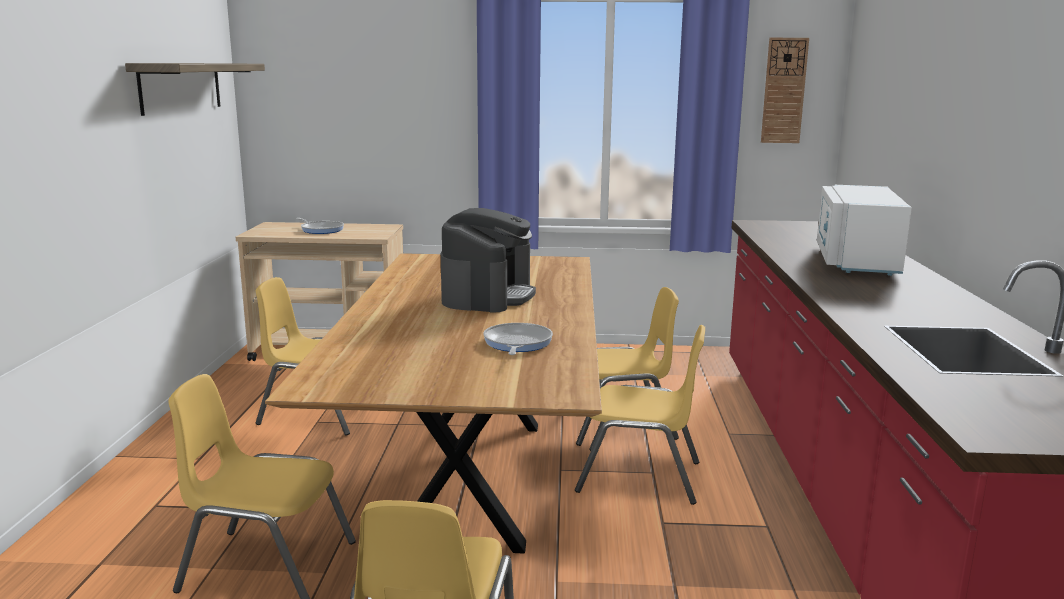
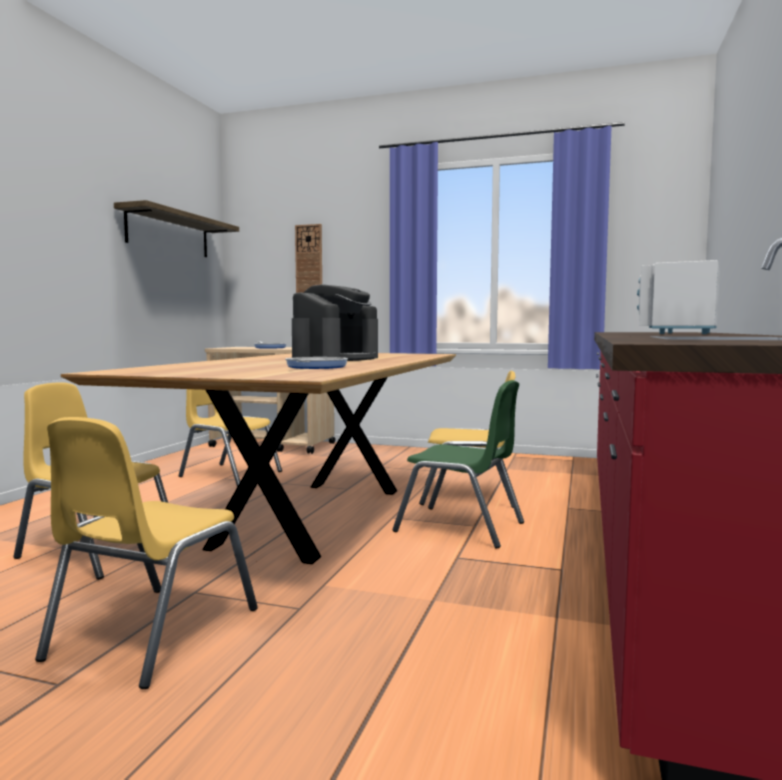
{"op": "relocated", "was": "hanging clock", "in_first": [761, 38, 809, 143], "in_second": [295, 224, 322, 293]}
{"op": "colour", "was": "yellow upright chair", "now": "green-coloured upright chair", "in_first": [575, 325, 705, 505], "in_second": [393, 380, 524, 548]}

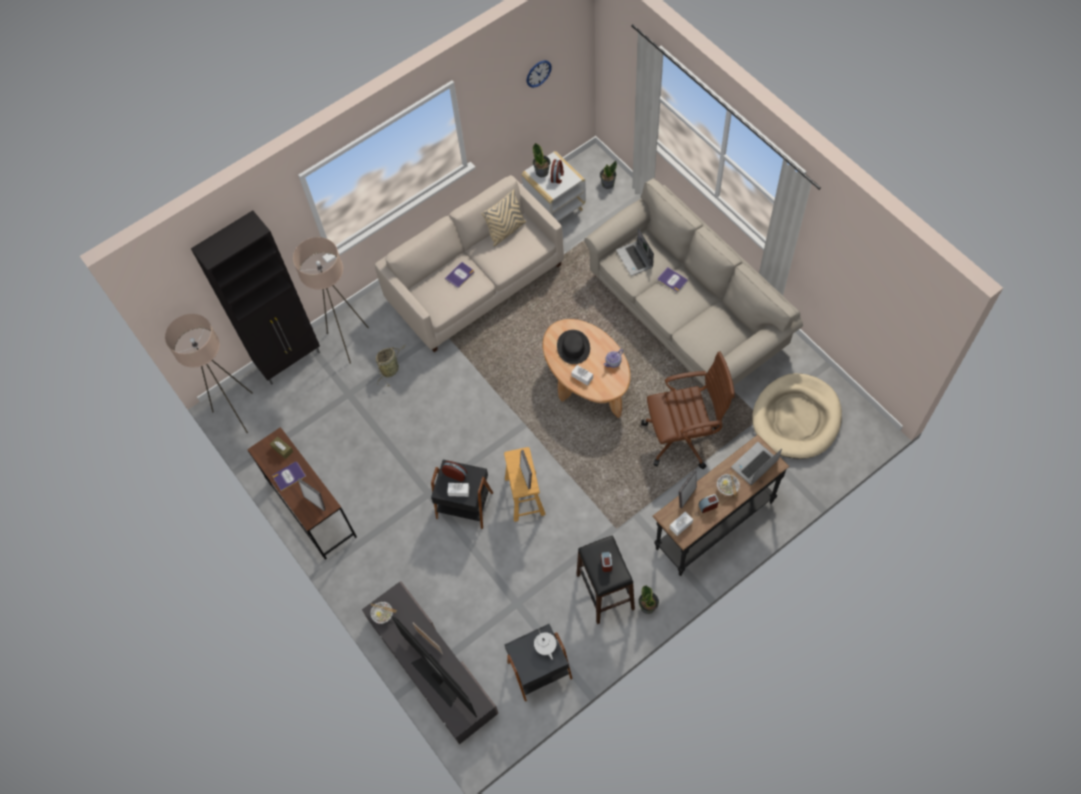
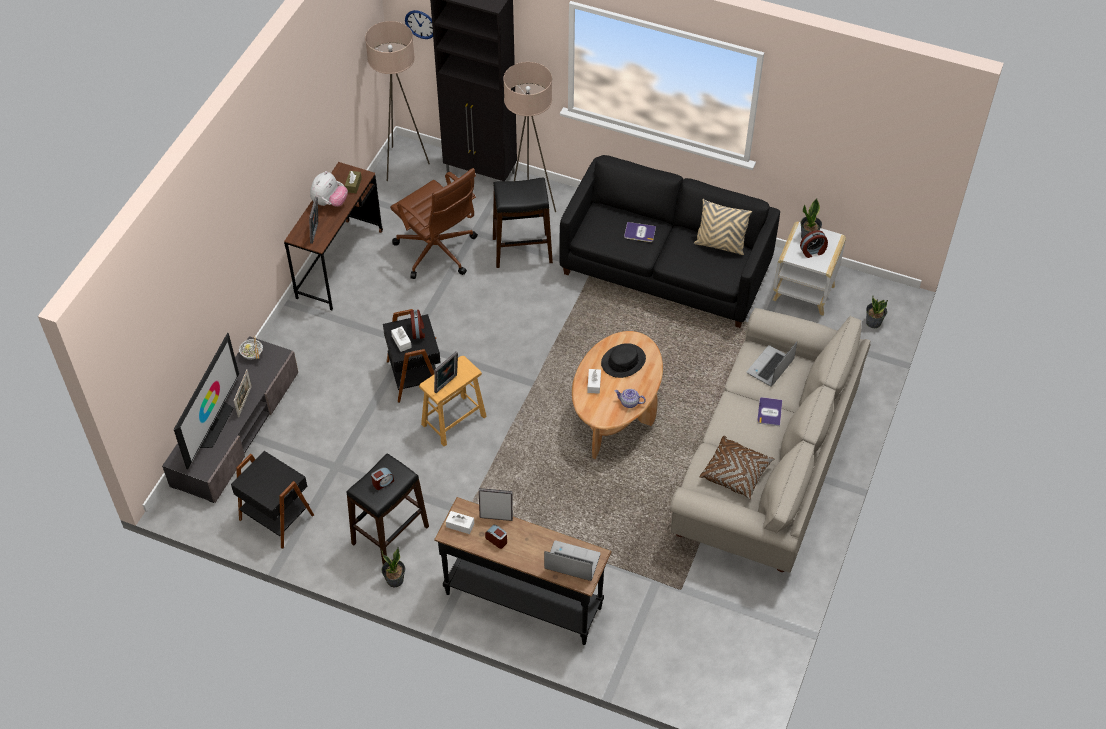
{"op": "exchanged", "was": "bound book", "now": "soft toy", "in_first": [273, 462, 306, 491], "in_second": [310, 171, 348, 207]}
{"op": "relocated", "was": "brown desk chair", "in_first": [641, 351, 735, 469], "in_second": [390, 168, 478, 279]}
{"op": "relocated", "was": "hanging clock", "in_first": [527, 60, 552, 88], "in_second": [405, 10, 433, 39]}
{"op": "exchanged", "was": "household basket", "now": "black stool", "in_first": [376, 345, 406, 386], "in_second": [493, 178, 553, 268]}
{"op": "colour", "was": "beige-coloured settee", "now": "black settee", "in_first": [375, 175, 564, 352], "in_second": [559, 155, 780, 328]}
{"op": "appeared", "now": "brown throw pillow", "in_second": [700, 435, 774, 499]}
{"op": "missing", "was": "white tea pot", "in_first": [534, 629, 557, 660]}
{"op": "missing", "was": "serving bowl", "in_first": [717, 471, 740, 497]}
{"op": "missing", "was": "beige-coloured dog bed", "in_first": [752, 373, 842, 459]}

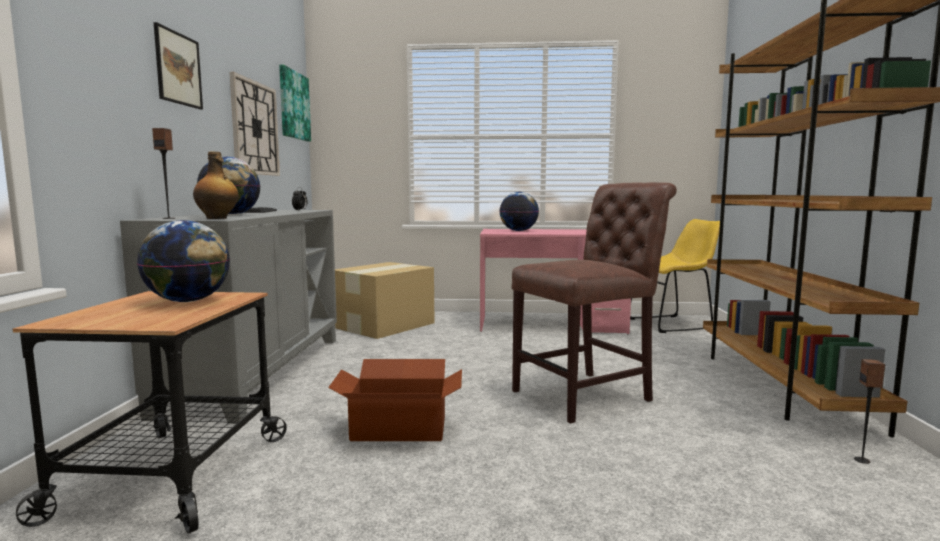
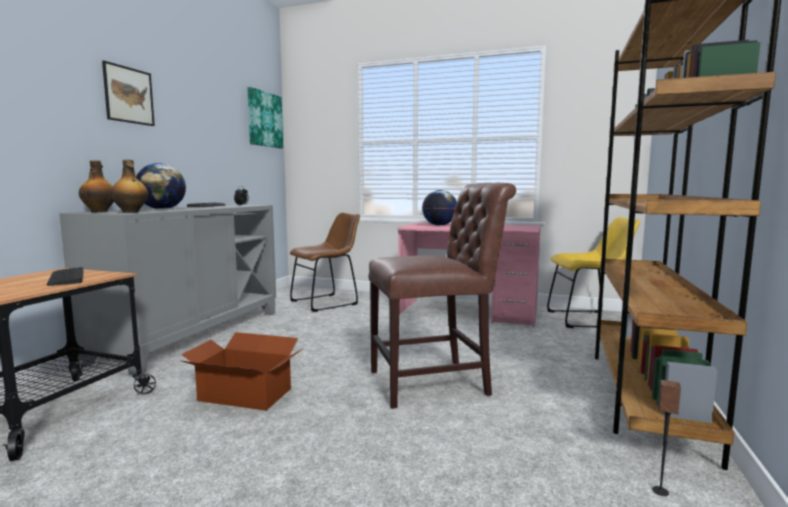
{"op": "exchanged", "was": "globe", "now": "keyboard", "in_first": [137, 220, 230, 302], "in_second": [47, 267, 83, 286]}
{"op": "exchanged", "was": "loudspeaker", "now": "bottle", "in_first": [152, 128, 175, 219], "in_second": [79, 160, 114, 212]}
{"op": "exchanged", "was": "carton", "now": "brown upright chair", "in_first": [335, 262, 434, 339], "in_second": [290, 213, 360, 312]}
{"op": "missing", "was": "hanging clock", "in_first": [230, 72, 280, 176]}

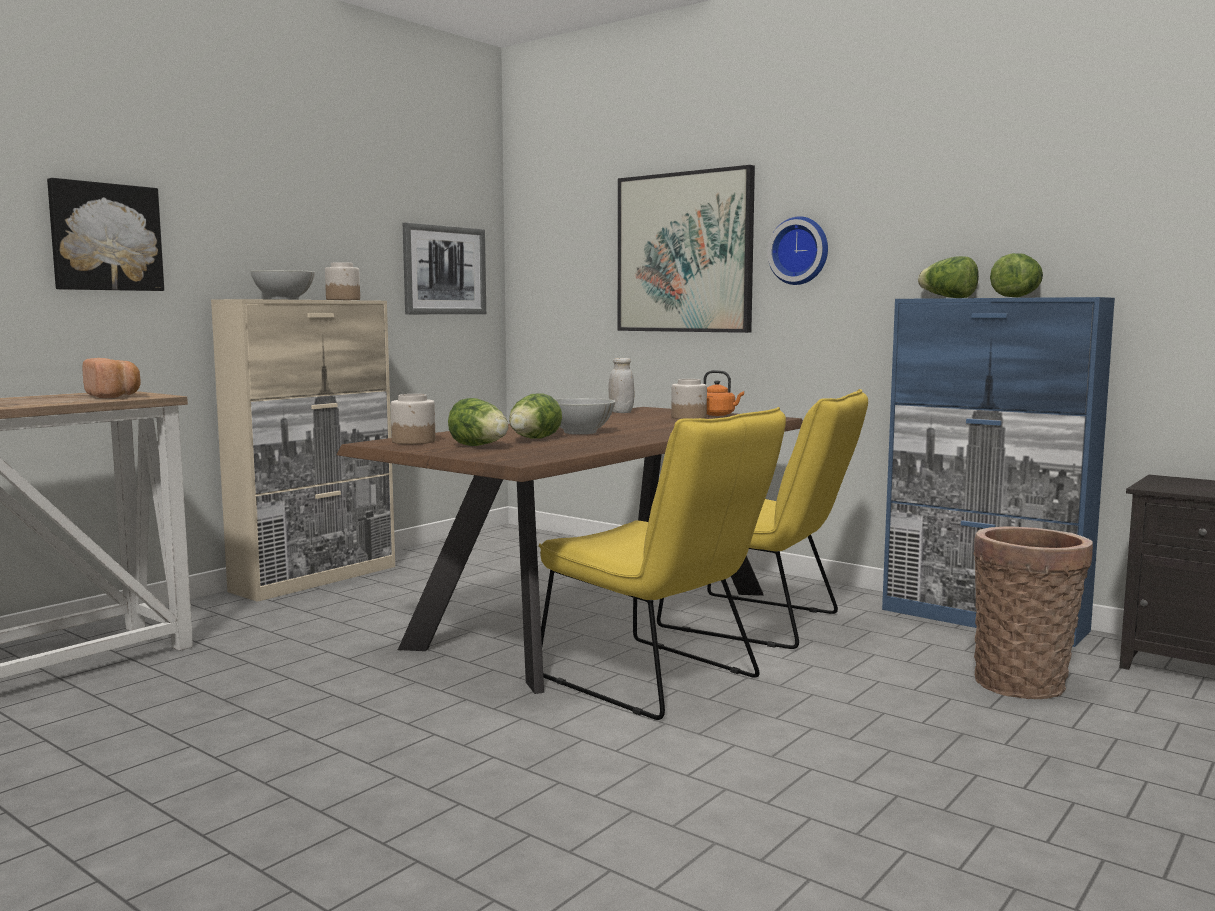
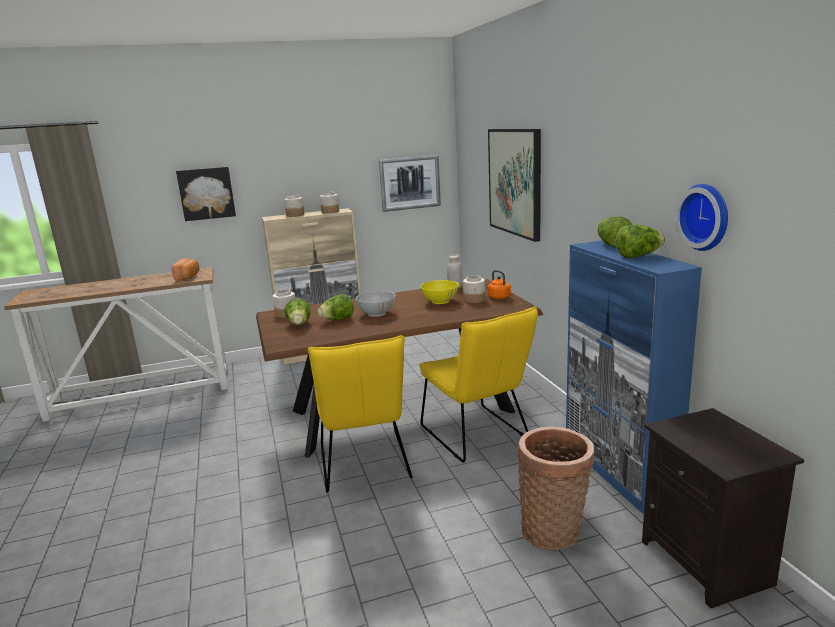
{"op": "exchanged", "was": "white serving bowl", "now": "preserve jar", "in_first": [251, 270, 315, 300], "in_second": [284, 195, 304, 217]}
{"op": "appeared", "now": "yellow serving bowl", "in_second": [420, 280, 459, 304]}
{"op": "relocated", "was": "hanging clock", "in_first": [767, 216, 828, 285], "in_second": [675, 184, 728, 251]}

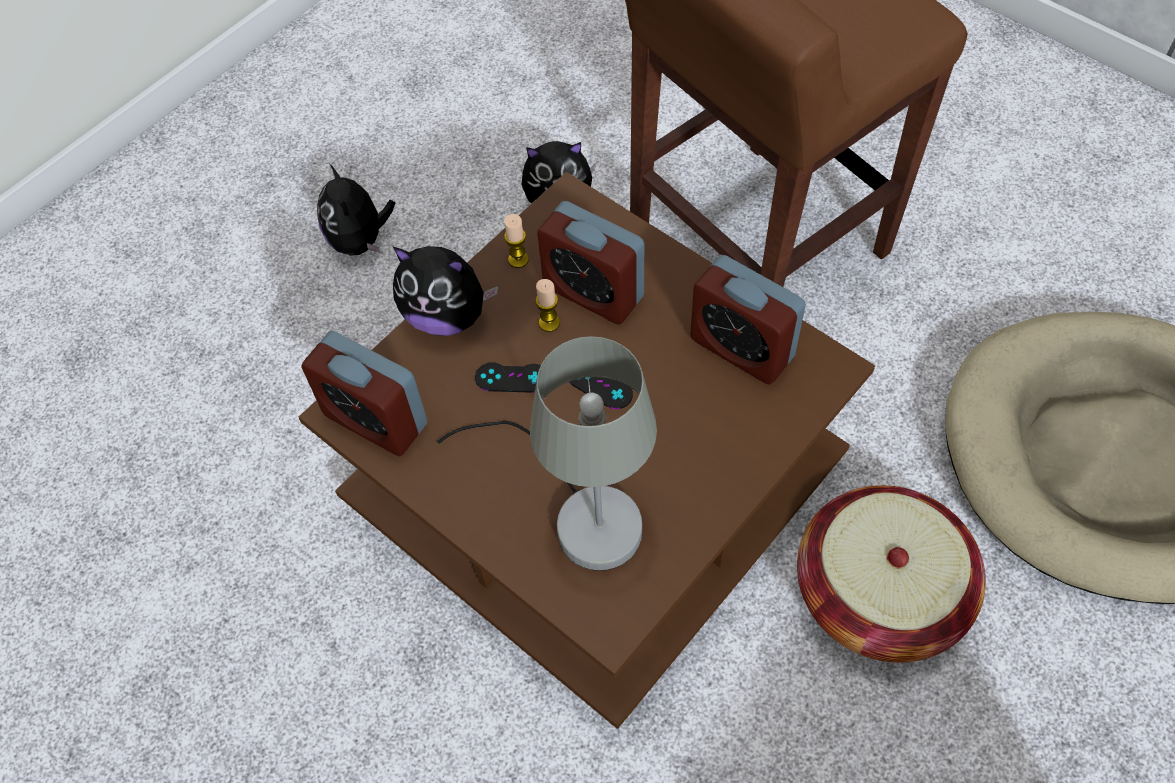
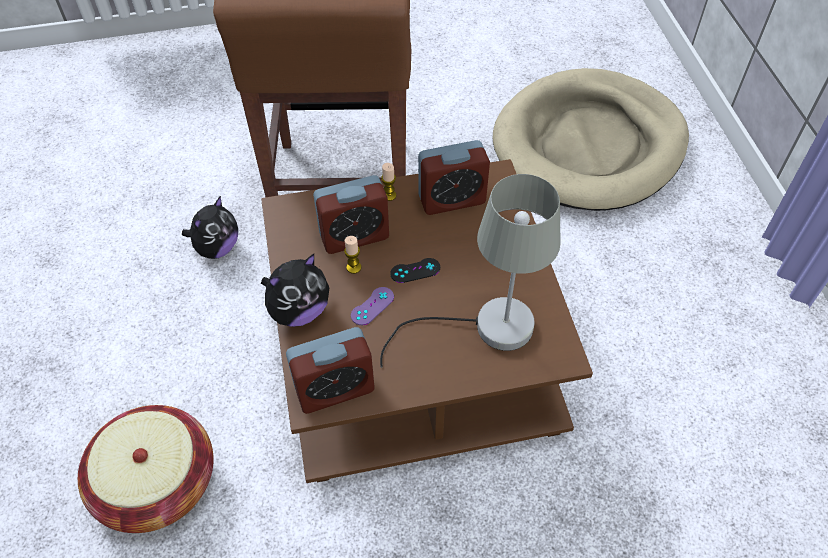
{"op": "relocated", "was": "household basket", "in_first": [797, 485, 986, 662], "in_second": [78, 405, 214, 533]}
{"op": "colour", "was": "black game controller", "now": "purplish game controller", "in_first": [475, 362, 541, 393], "in_second": [351, 287, 394, 325]}
{"op": "relocated", "was": "wax candle", "in_first": [504, 214, 529, 268], "in_second": [381, 163, 396, 201]}
{"op": "missing", "was": "soft toy", "in_first": [317, 164, 395, 256]}

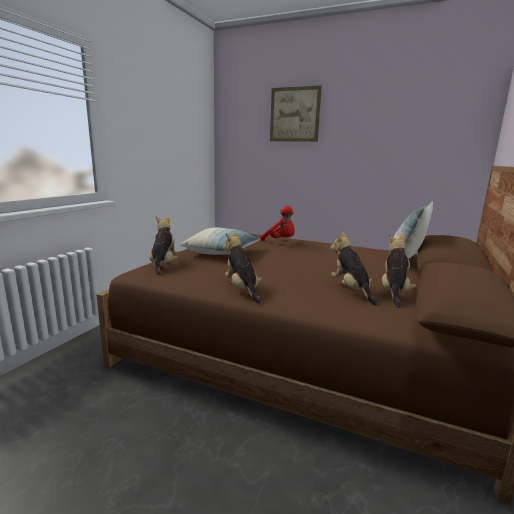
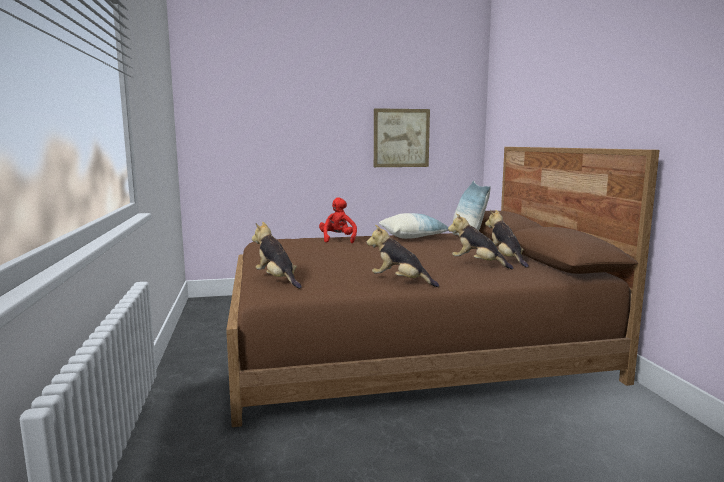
{"op": "spun", "was": "red soft toy", "in_first": [260, 206, 295, 241], "in_second": [319, 197, 357, 243], "clockwise": -90}
{"op": "relocated", "was": "picture", "in_first": [270, 85, 322, 142], "in_second": [374, 108, 430, 167]}
{"op": "relocated", "was": "throw pillow", "in_first": [180, 227, 261, 255], "in_second": [379, 213, 448, 239]}

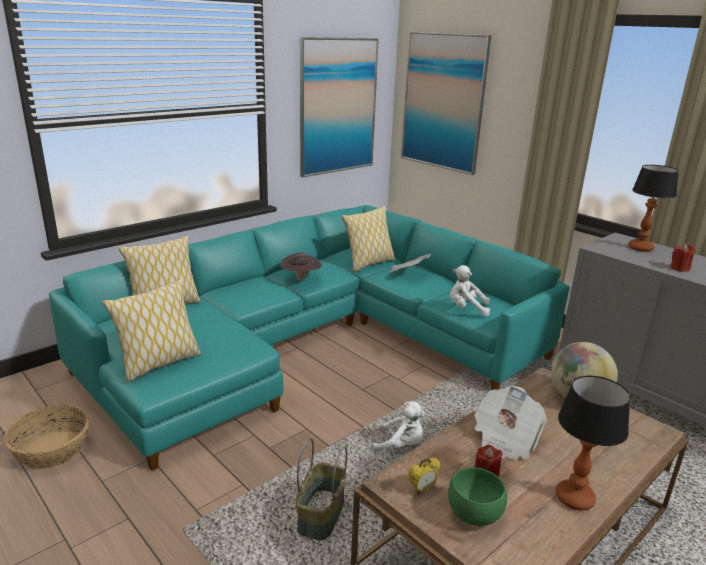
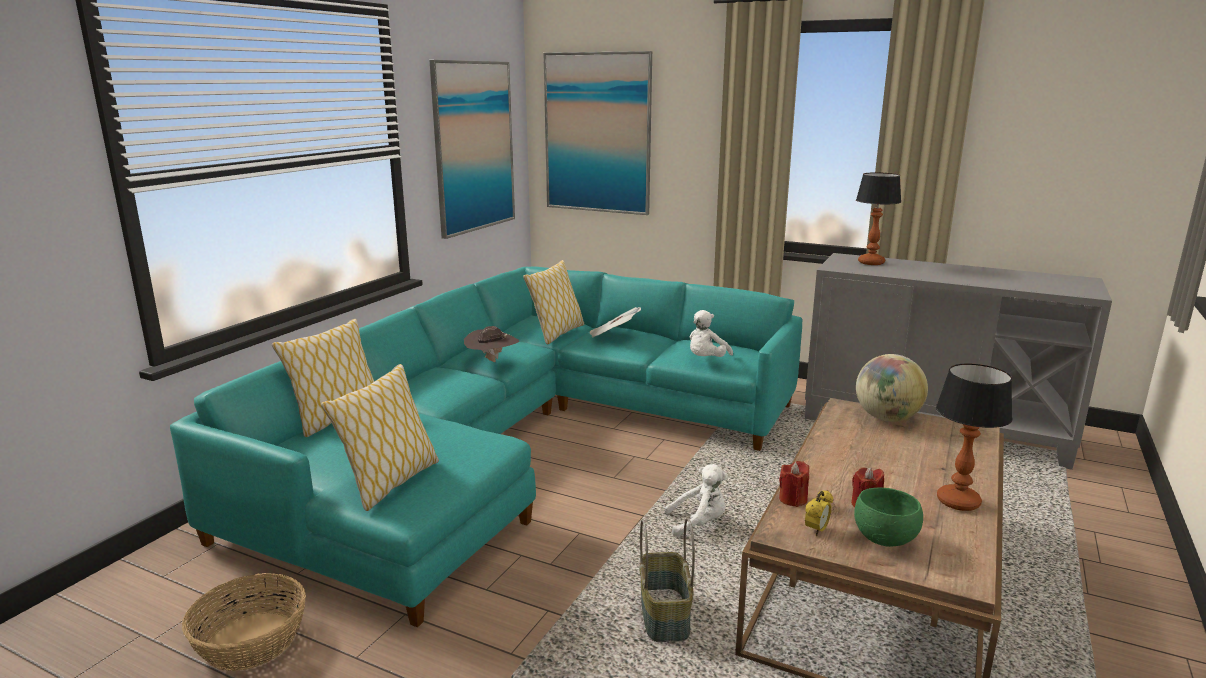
{"op": "spun", "was": "white soft toy", "in_first": [450, 265, 490, 316], "in_second": [690, 310, 733, 357], "clockwise": -45}
{"op": "relocated", "was": "red wax candle", "in_first": [670, 244, 695, 272], "in_second": [779, 461, 809, 507]}
{"op": "missing", "was": "daily paper", "in_first": [474, 386, 547, 459]}

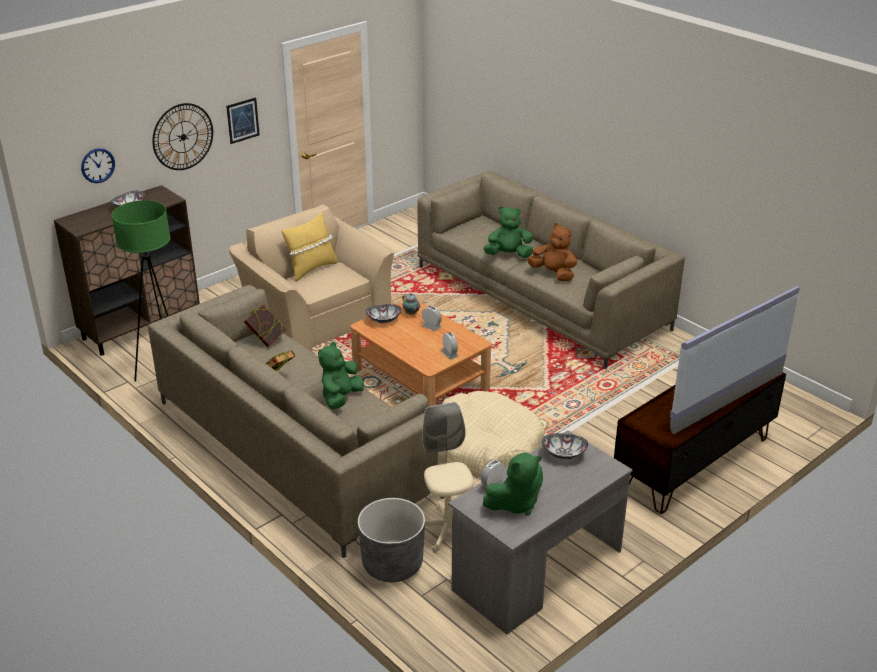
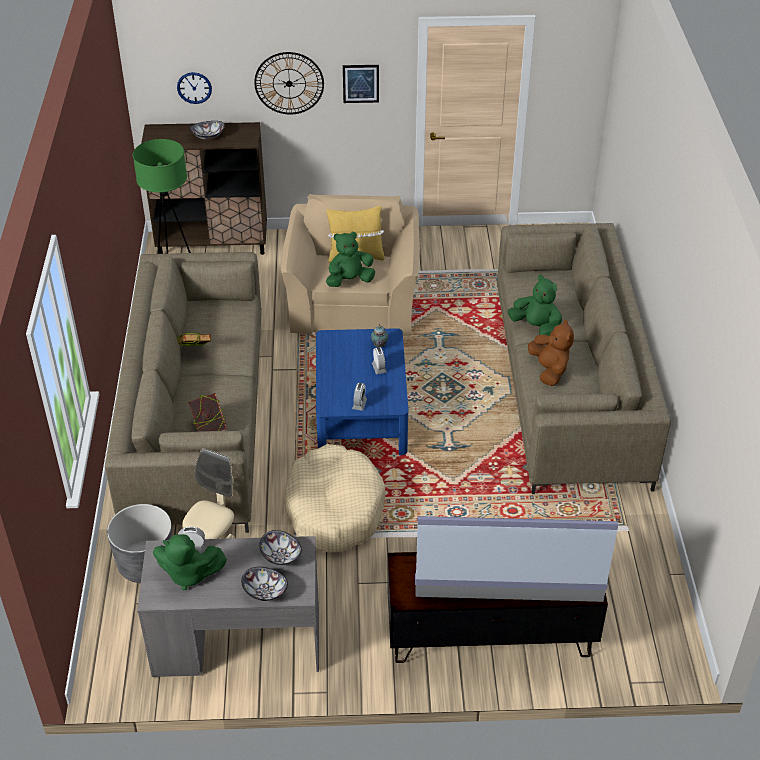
{"op": "relocated", "was": "bound book", "in_first": [244, 305, 286, 347], "in_second": [188, 393, 227, 431]}
{"op": "relocated", "was": "serving bowl", "in_first": [365, 304, 402, 323], "in_second": [241, 567, 288, 601]}
{"op": "colour", "was": "brown lounge table", "now": "blue lounge table", "in_first": [351, 301, 491, 406], "in_second": [316, 328, 409, 455]}
{"op": "relocated", "was": "green-coloured soft toy", "in_first": [318, 342, 364, 410], "in_second": [326, 232, 375, 287]}

